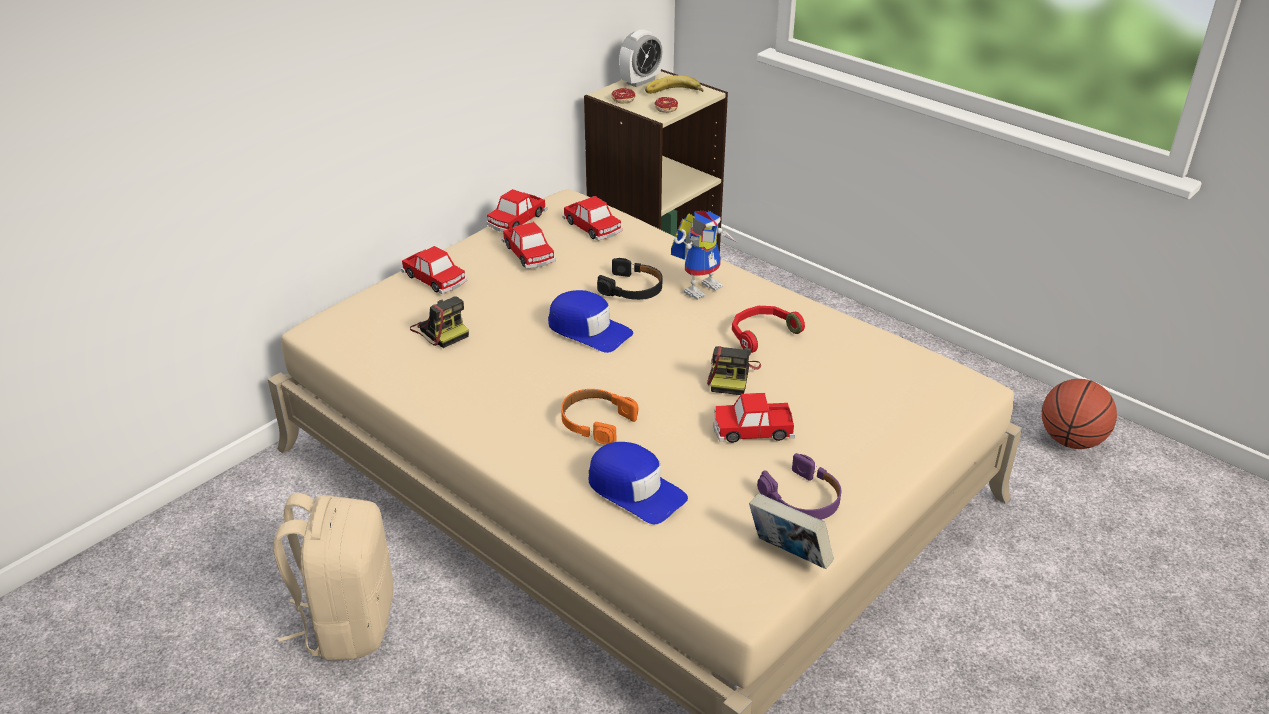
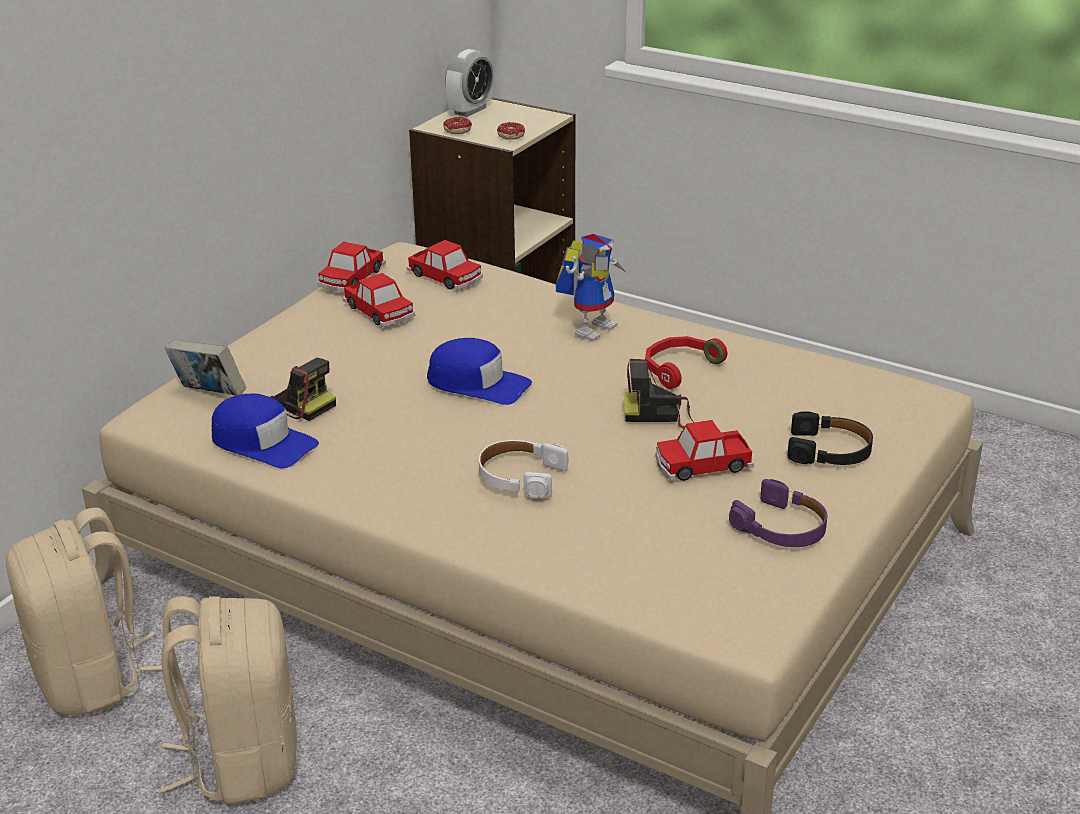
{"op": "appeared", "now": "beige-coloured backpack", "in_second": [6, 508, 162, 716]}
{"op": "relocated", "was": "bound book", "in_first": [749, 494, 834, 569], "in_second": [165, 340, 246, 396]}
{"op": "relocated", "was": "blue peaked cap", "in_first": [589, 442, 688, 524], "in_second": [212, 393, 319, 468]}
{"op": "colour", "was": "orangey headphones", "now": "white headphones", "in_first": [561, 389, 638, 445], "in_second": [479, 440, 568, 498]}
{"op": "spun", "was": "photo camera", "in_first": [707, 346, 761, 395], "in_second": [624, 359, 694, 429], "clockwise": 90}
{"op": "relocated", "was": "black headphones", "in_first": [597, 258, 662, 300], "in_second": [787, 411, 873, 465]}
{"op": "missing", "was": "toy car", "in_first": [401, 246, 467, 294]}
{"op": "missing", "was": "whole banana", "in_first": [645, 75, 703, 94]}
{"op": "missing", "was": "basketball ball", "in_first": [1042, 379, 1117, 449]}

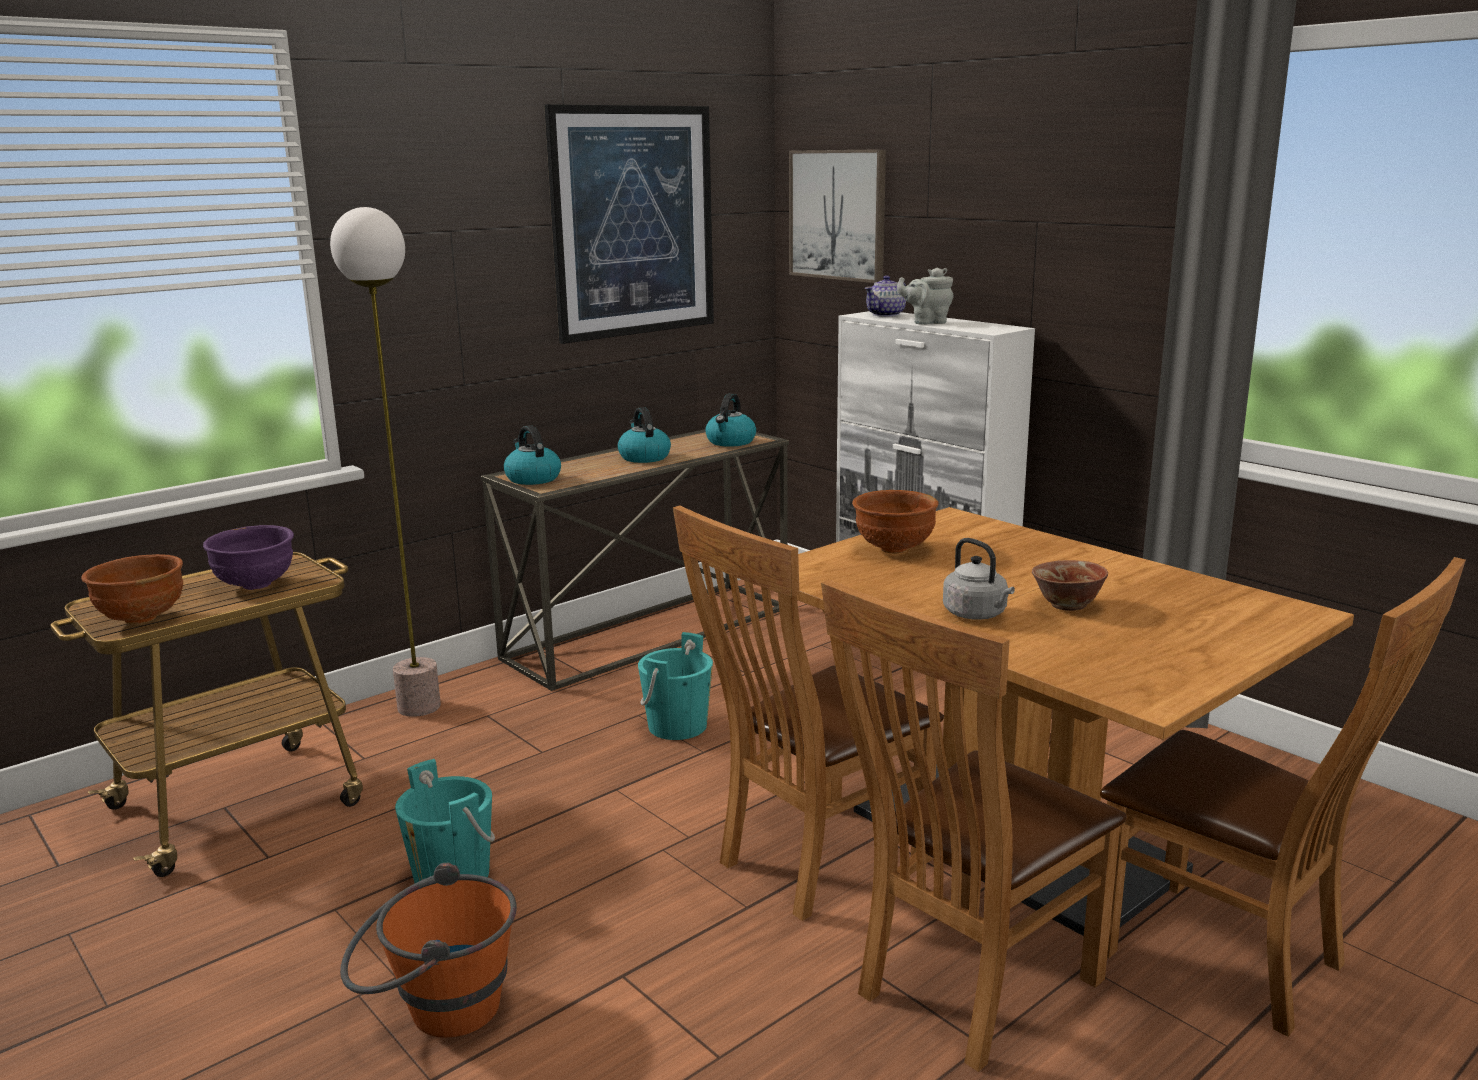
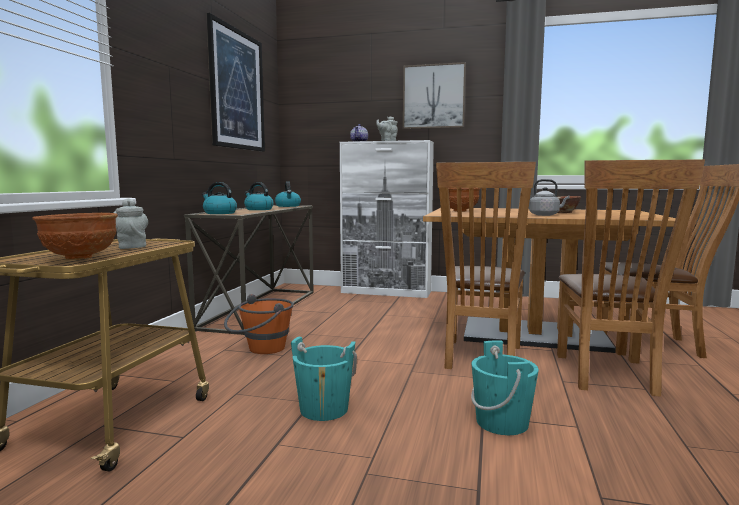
{"op": "exchanged", "was": "purplish serving bowl", "now": "gray tea pot", "in_first": [203, 525, 294, 590], "in_second": [113, 198, 148, 249]}
{"op": "relocated", "was": "orangey water bucket", "in_first": [340, 863, 517, 1038], "in_second": [224, 294, 294, 354]}
{"op": "relocated", "was": "picture", "in_first": [789, 149, 886, 283], "in_second": [403, 62, 466, 129]}
{"op": "relocated", "was": "blue-green water bucket", "in_first": [638, 632, 713, 740], "in_second": [471, 340, 539, 435]}
{"op": "missing", "was": "floor lamp", "in_first": [330, 207, 441, 717]}

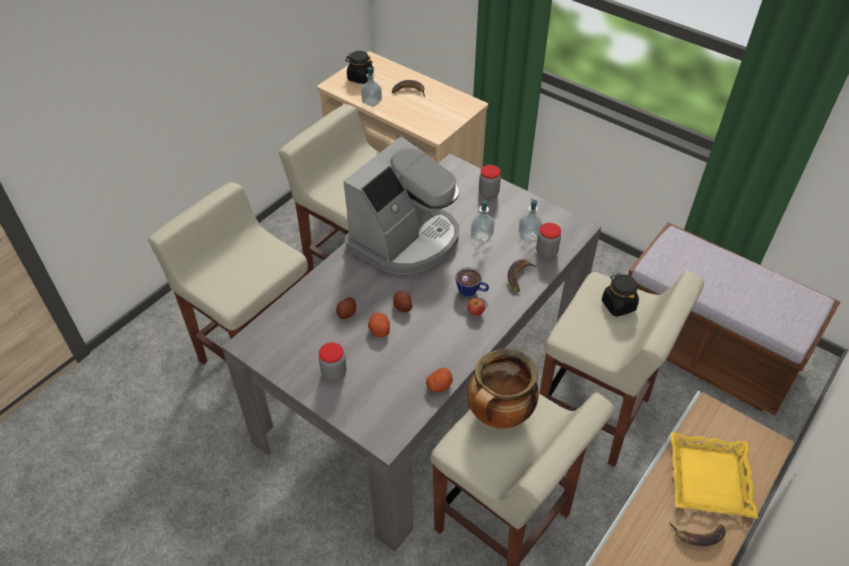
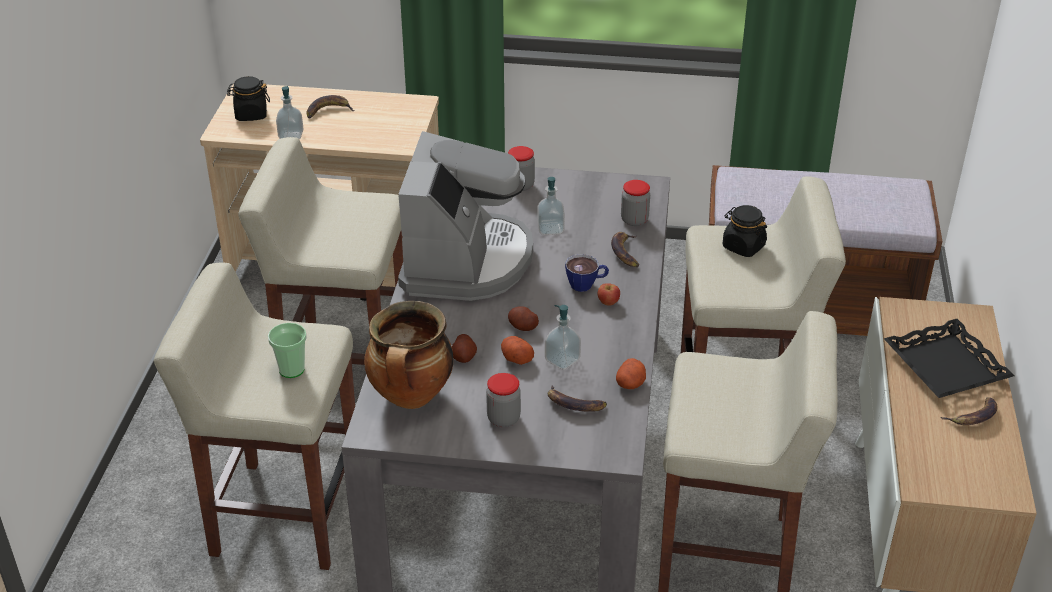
{"op": "appeared", "now": "drinking cup", "in_second": [268, 323, 307, 378]}
{"op": "relocated", "was": "stockpot", "in_first": [467, 348, 539, 429], "in_second": [364, 301, 453, 409]}
{"op": "relocated", "was": "soap dispenser", "in_first": [518, 198, 543, 242], "in_second": [545, 305, 581, 370]}
{"op": "appeared", "now": "whole banana", "in_second": [547, 385, 607, 412]}
{"op": "colour", "was": "yellow serving tray", "now": "black serving tray", "in_first": [671, 432, 758, 518], "in_second": [883, 319, 1015, 398]}

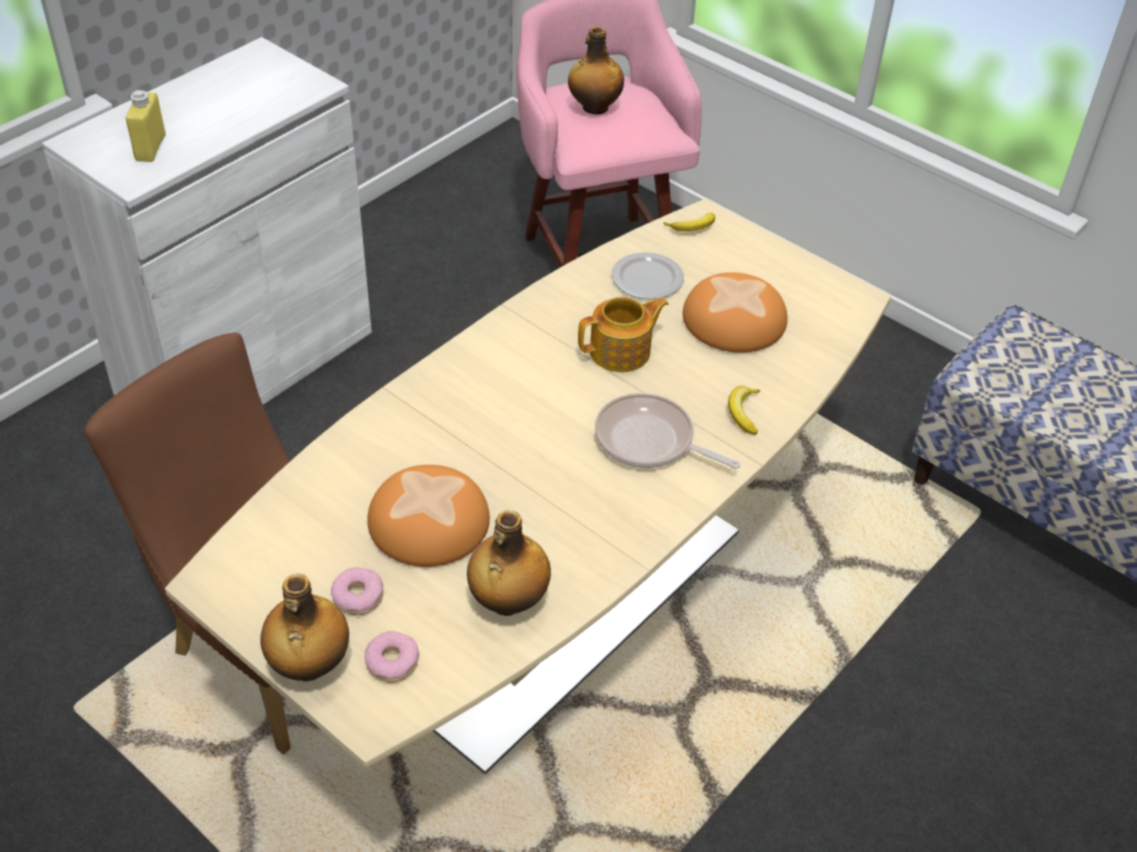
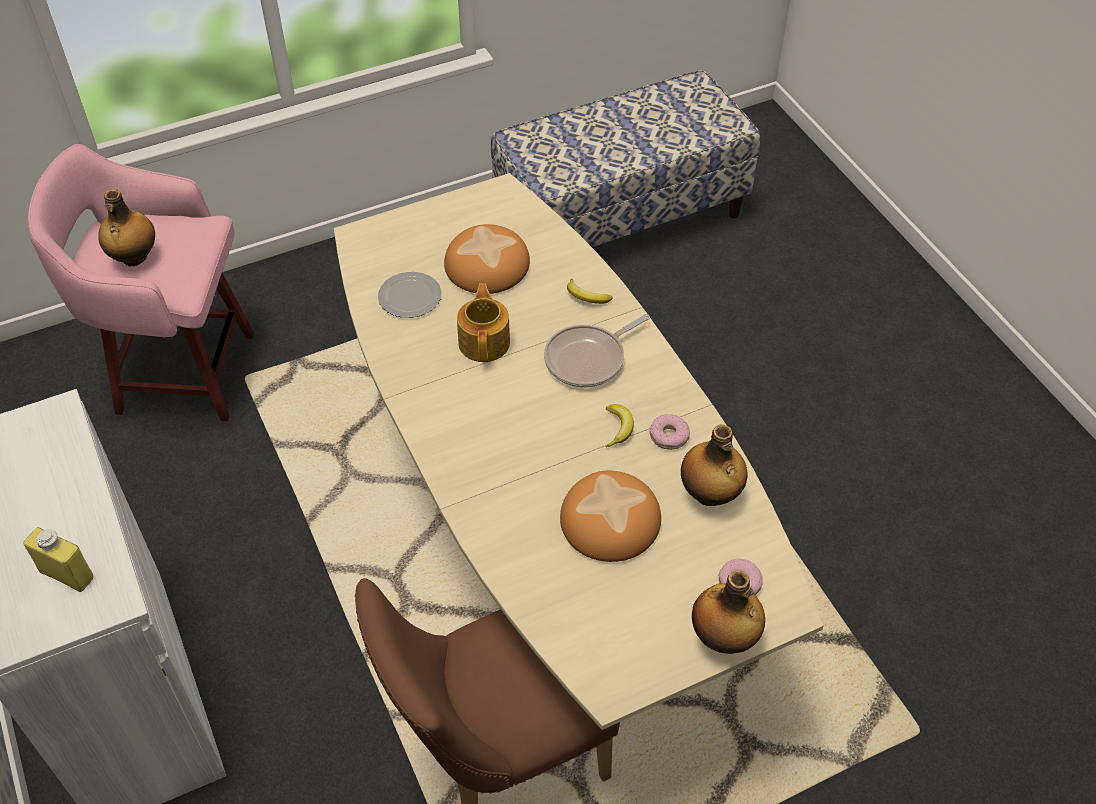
{"op": "relocated", "was": "whole banana", "in_first": [663, 213, 715, 231], "in_second": [606, 404, 634, 447]}
{"op": "relocated", "was": "donut", "in_first": [331, 568, 383, 615], "in_second": [649, 414, 690, 450]}

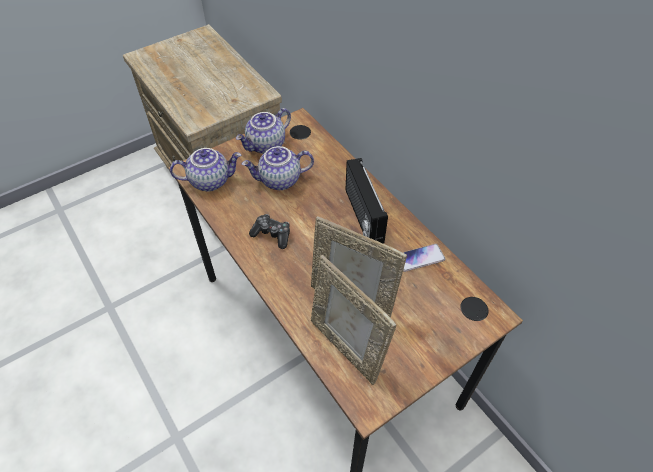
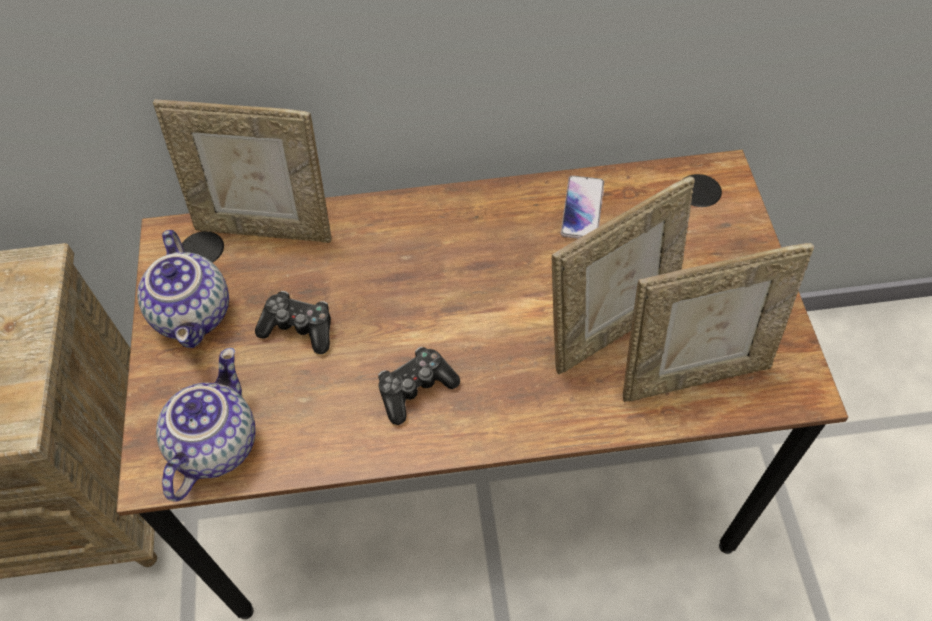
{"op": "appeared", "now": "standing frame", "in_second": [153, 99, 332, 243]}
{"op": "exchanged", "was": "tea pot", "now": "game controller", "in_first": [242, 146, 314, 190], "in_second": [255, 291, 331, 354]}
{"op": "missing", "was": "radio set", "in_first": [346, 158, 388, 244]}

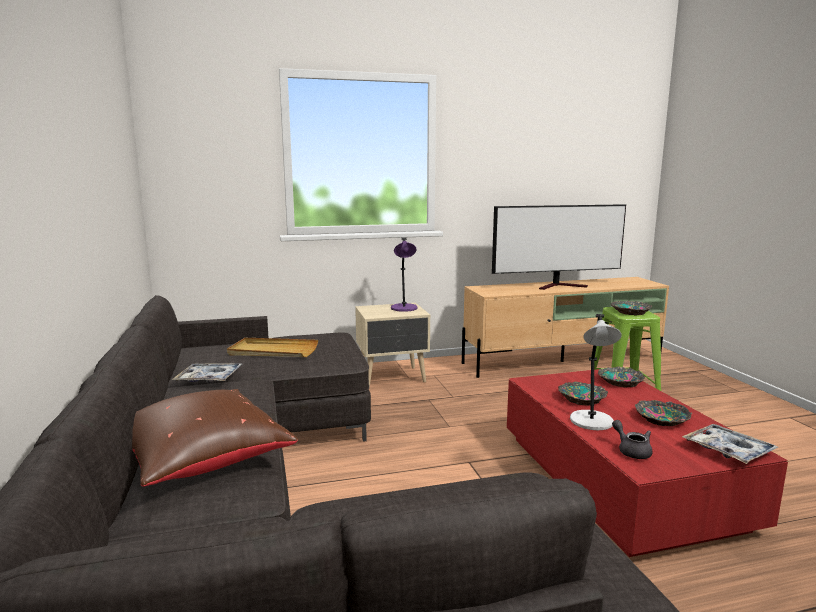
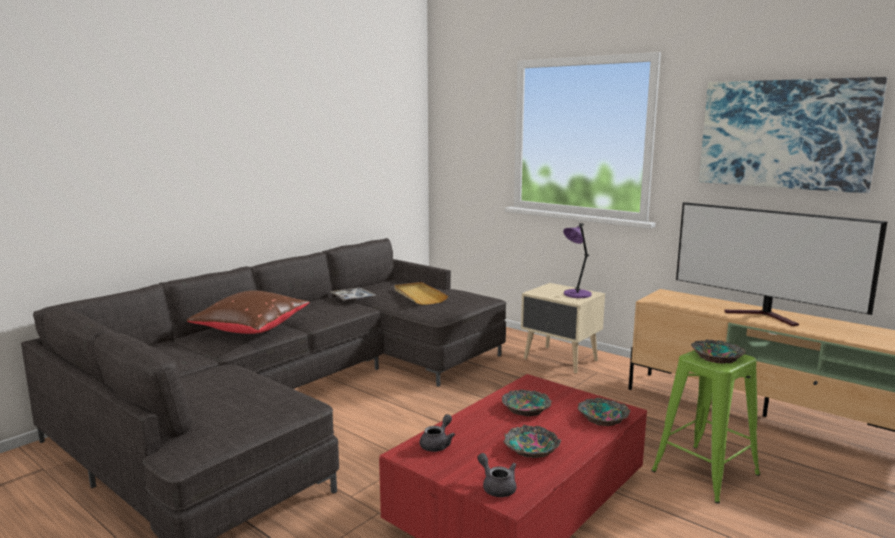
{"op": "exchanged", "was": "serving tray", "now": "gray tea pot", "in_first": [682, 424, 778, 464], "in_second": [477, 453, 516, 497]}
{"op": "appeared", "now": "picture", "in_second": [699, 77, 887, 193]}
{"op": "missing", "was": "gray table lamp", "in_first": [570, 314, 622, 430]}

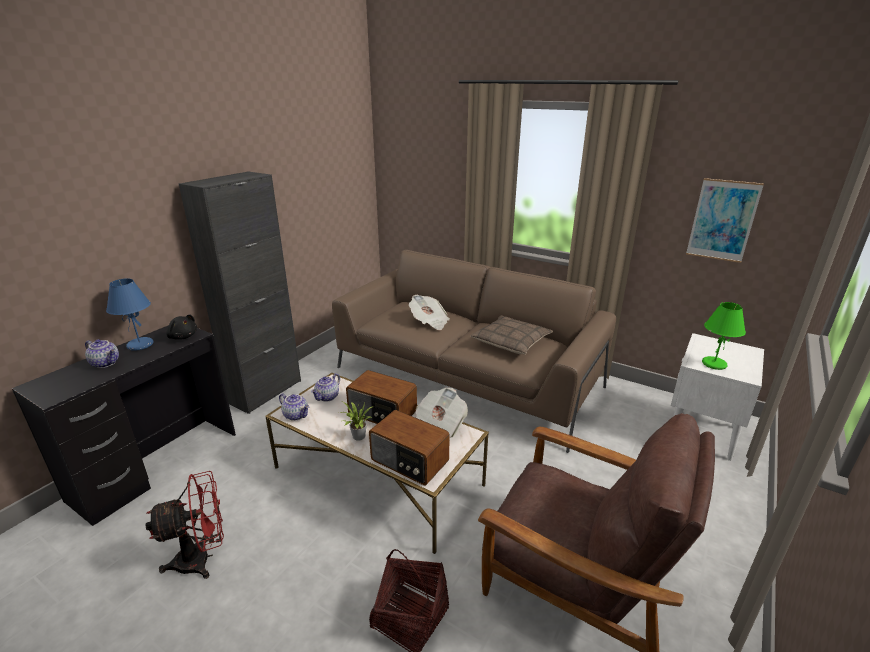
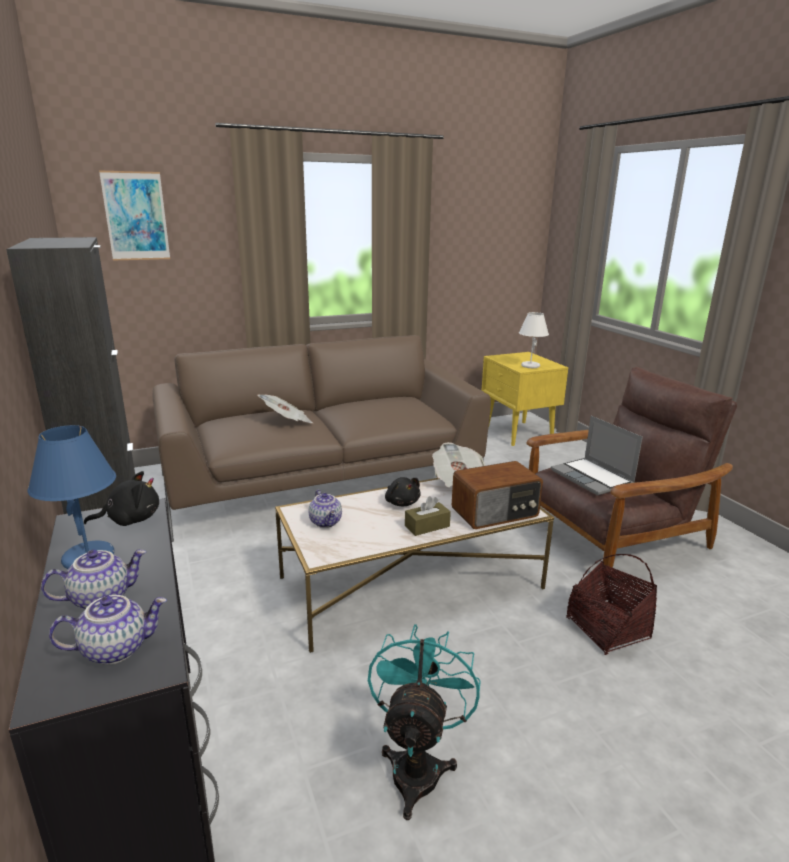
{"op": "relocated", "was": "tea pot", "in_first": [279, 393, 309, 421], "in_second": [49, 595, 167, 665]}
{"op": "relocated", "was": "picture", "in_first": [686, 178, 764, 263], "in_second": [99, 171, 170, 260]}
{"op": "colour", "was": "red electric fan", "now": "blue-green electric fan", "in_first": [146, 471, 224, 579], "in_second": [368, 624, 481, 820]}
{"op": "exchanged", "was": "radio set", "now": "black soft toy", "in_first": [346, 370, 417, 424], "in_second": [385, 477, 421, 506]}
{"op": "exchanged", "was": "plant in a pot", "now": "brown tissue holder", "in_first": [339, 401, 374, 441], "in_second": [405, 496, 451, 536]}
{"op": "colour", "was": "white bedside table", "now": "yellow bedside table", "in_first": [671, 333, 764, 461], "in_second": [481, 352, 569, 446]}
{"op": "colour", "was": "green-coloured table lamp", "now": "white table lamp", "in_first": [702, 302, 746, 370], "in_second": [519, 312, 549, 368]}
{"op": "appeared", "now": "laptop", "in_second": [551, 416, 643, 496]}
{"op": "missing", "was": "throw pillow", "in_first": [471, 316, 553, 355]}

